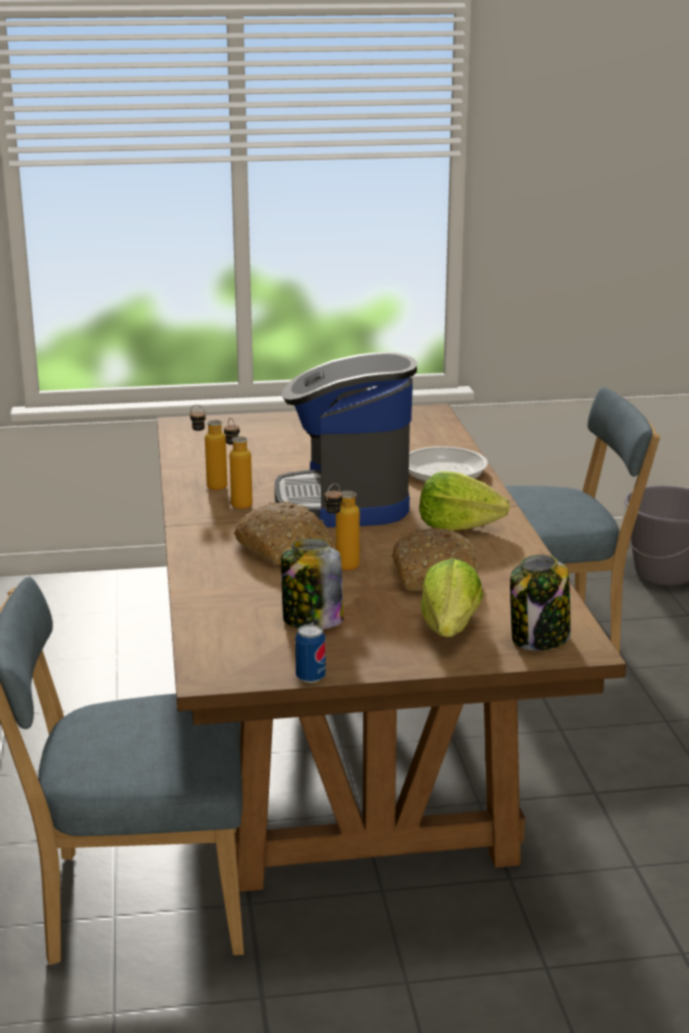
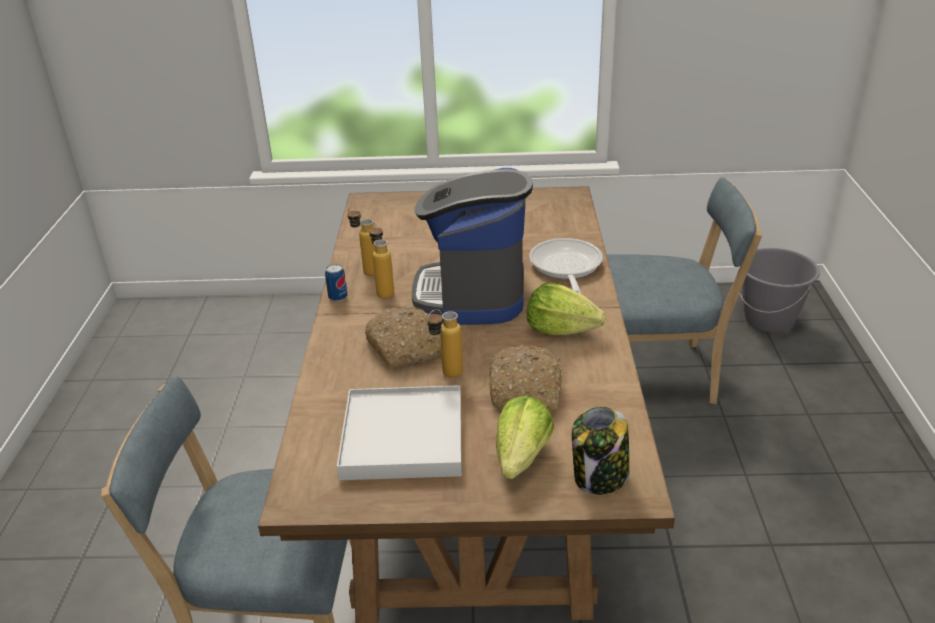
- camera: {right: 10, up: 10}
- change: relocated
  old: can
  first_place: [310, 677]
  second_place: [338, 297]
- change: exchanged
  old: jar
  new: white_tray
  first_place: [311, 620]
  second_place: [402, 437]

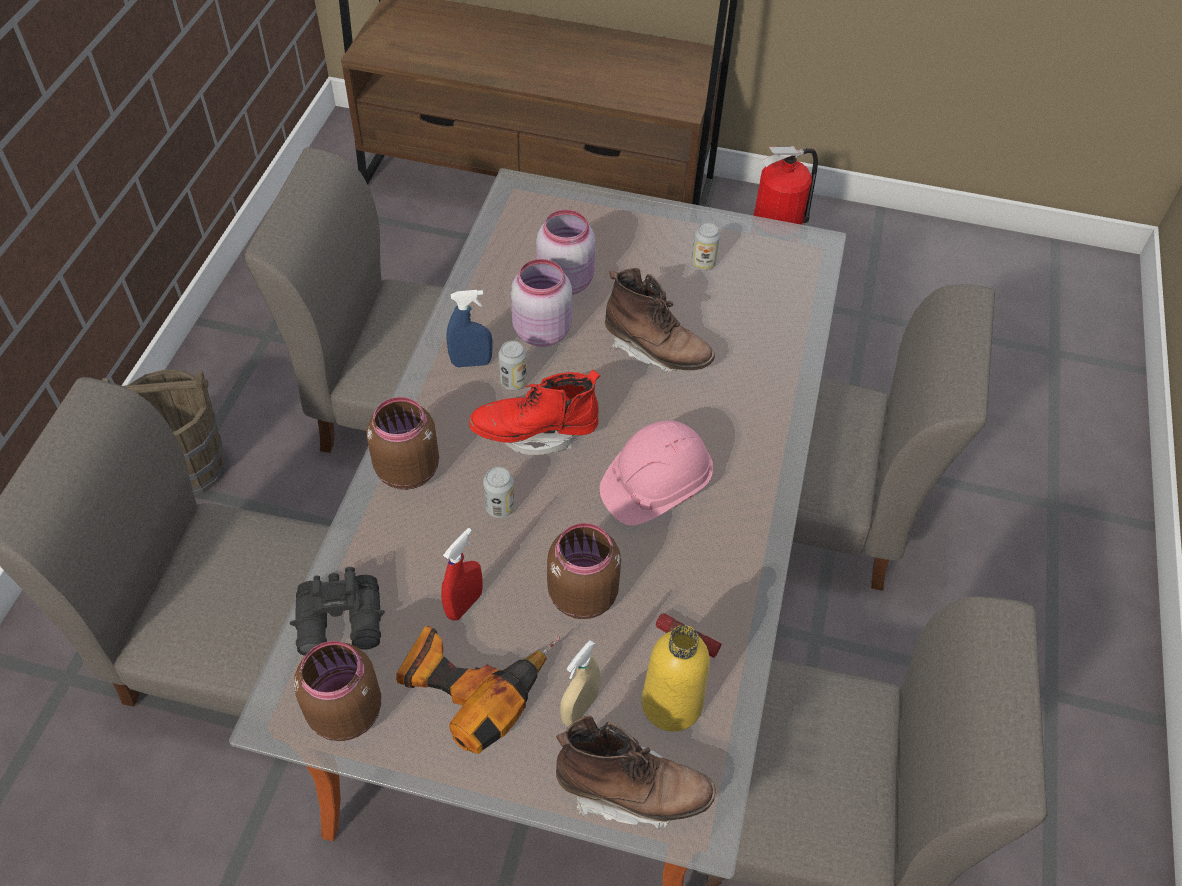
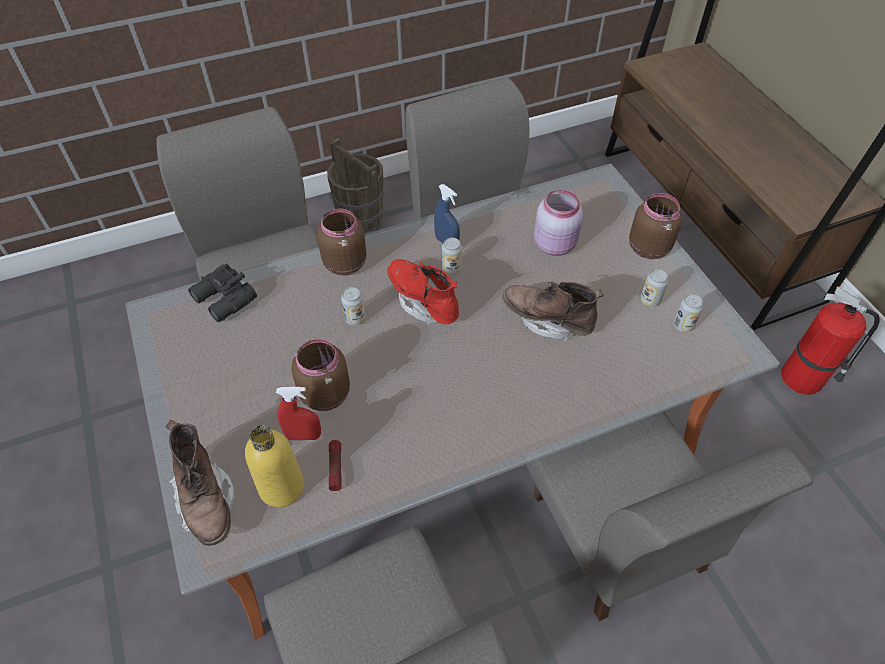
- camera: {right: 55, up: 0}
- change: missing
  old: power_drill
  first_place: [473, 681]
- change: missing
  old: pink_jar
  first_place: [540, 330]
- change: missing
  old: beige_spray_bottle
  first_place: [579, 709]
- change: missing
  old: pink_hard_hat
  first_place: [655, 486]
- change: appeared
  new: can
  second_place: [683, 325]
- change: relocated
  old: brown_jar
  first_place: [344, 710]
  second_place: [648, 247]
- change: relocated
  old: red_spray_bottle
  first_place: [464, 604]
  second_place: [303, 436]
- change: spun
  old: brown_boot
  first_place: [656, 351]
  second_place: [547, 320]
  degrees: 120

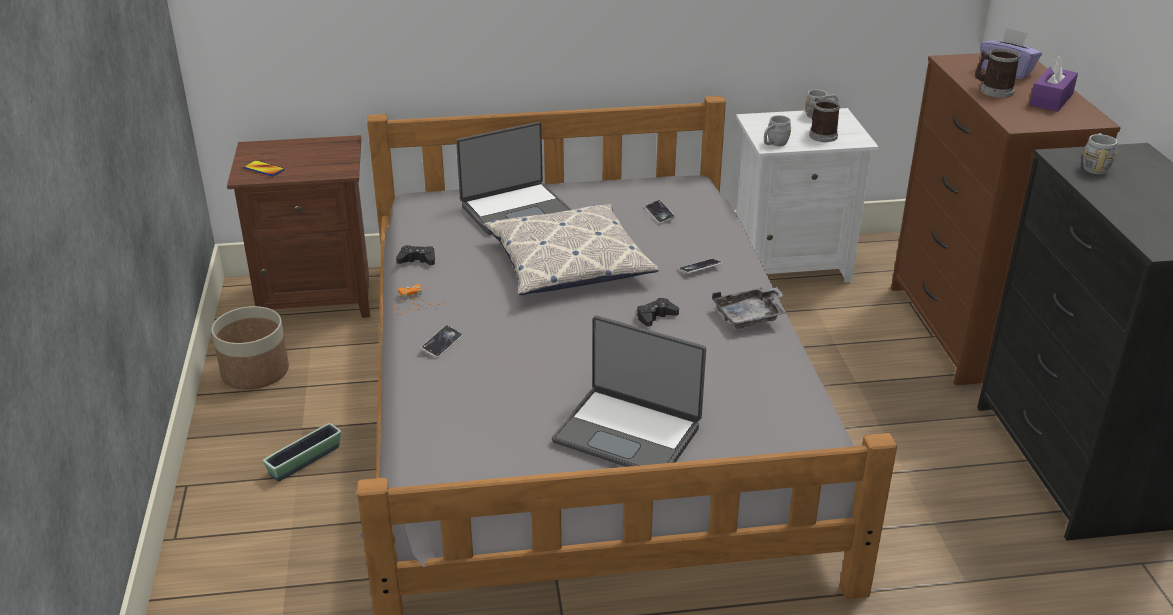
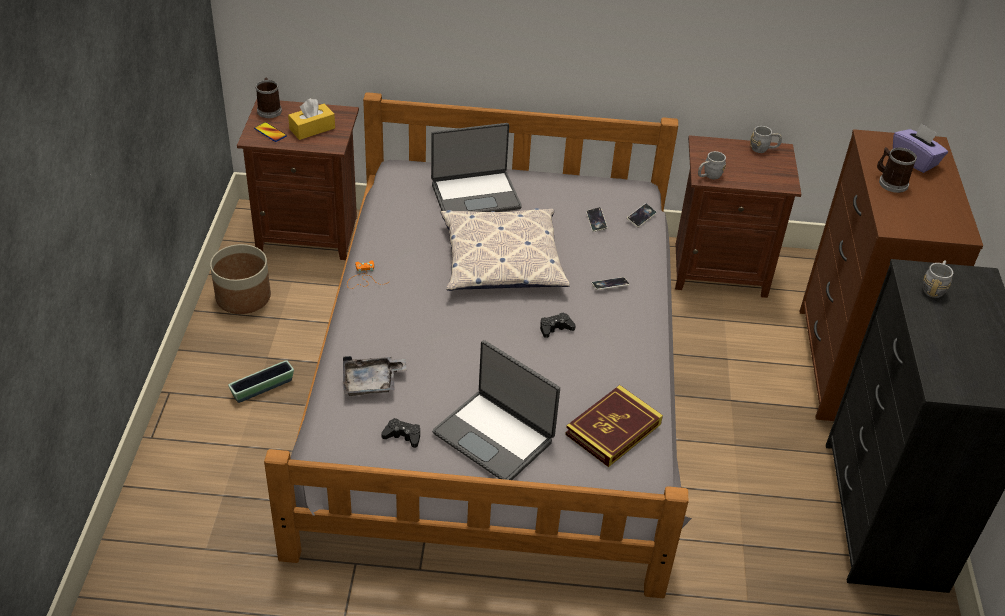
- camera: {right: 10, up: 10}
- change: missing
  old: purple_tissue_box
  first_place: [1051, 100]
- change: appeared
  new: yellow_tissue_box
  second_place: [312, 129]
- change: appeared
  new: book
  second_place: [613, 429]
- change: relocated
  old: black_game_controller
  first_place: [417, 260]
  second_place: [403, 436]
- change: relocated
  old: phone
  first_place: [442, 344]
  second_place: [641, 217]
- change: relocated
  old: grey_tray
  first_place: [750, 316]
  second_place: [371, 383]
- change: relocated
  old: mug
  first_place: [821, 134]
  second_place: [269, 109]
- change: colour
  old: white_nightstand
  new: brown_nightstand
  first_place: [790, 264]
  second_place: [719, 269]

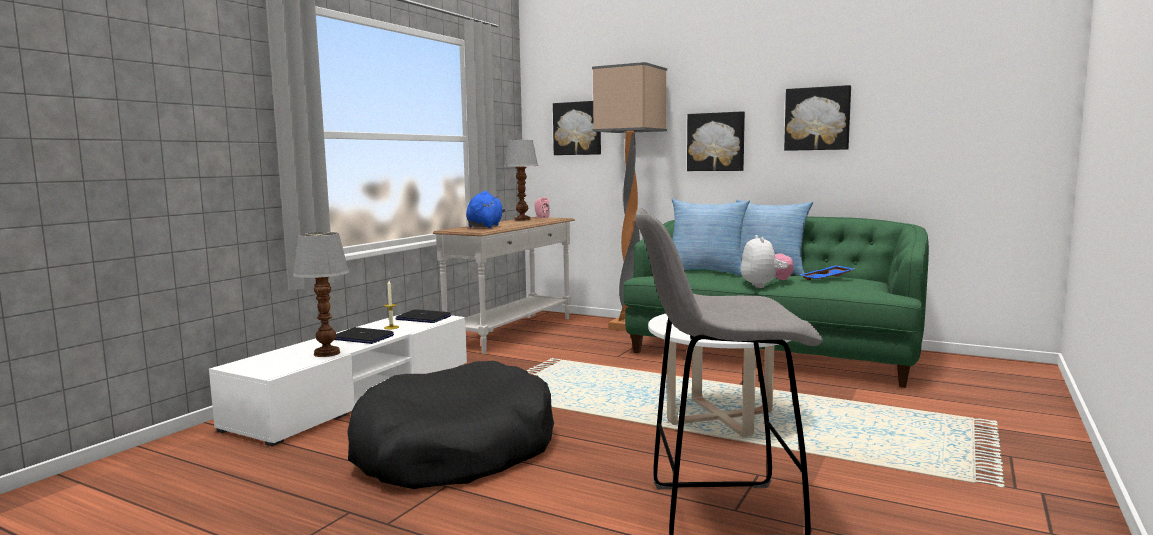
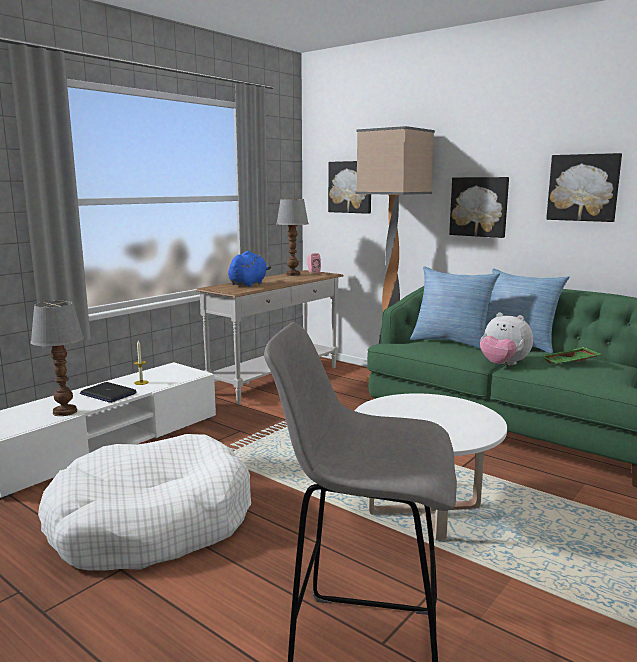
- camera: {right: 10, up: 5}
- change: missing
  old: laptop
  first_place: [423, 318]
- change: colour
  old: black_dog_bed
  new: white_dog_bed
  first_place: [454, 450]
  second_place: [151, 523]
- change: colour
  old: blue_tray
  new: green_tray
  first_place: [827, 279]
  second_place: [570, 362]
- change: spun
  old: plush_toy
  first_place: [765, 286]
  second_place: [503, 365]
  degrees: 120

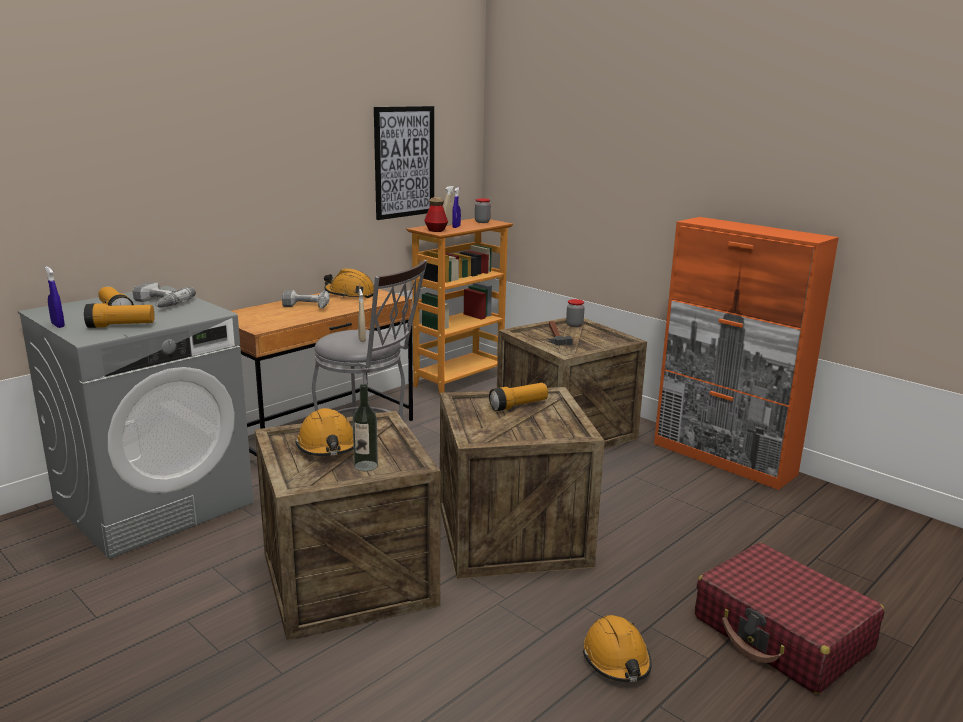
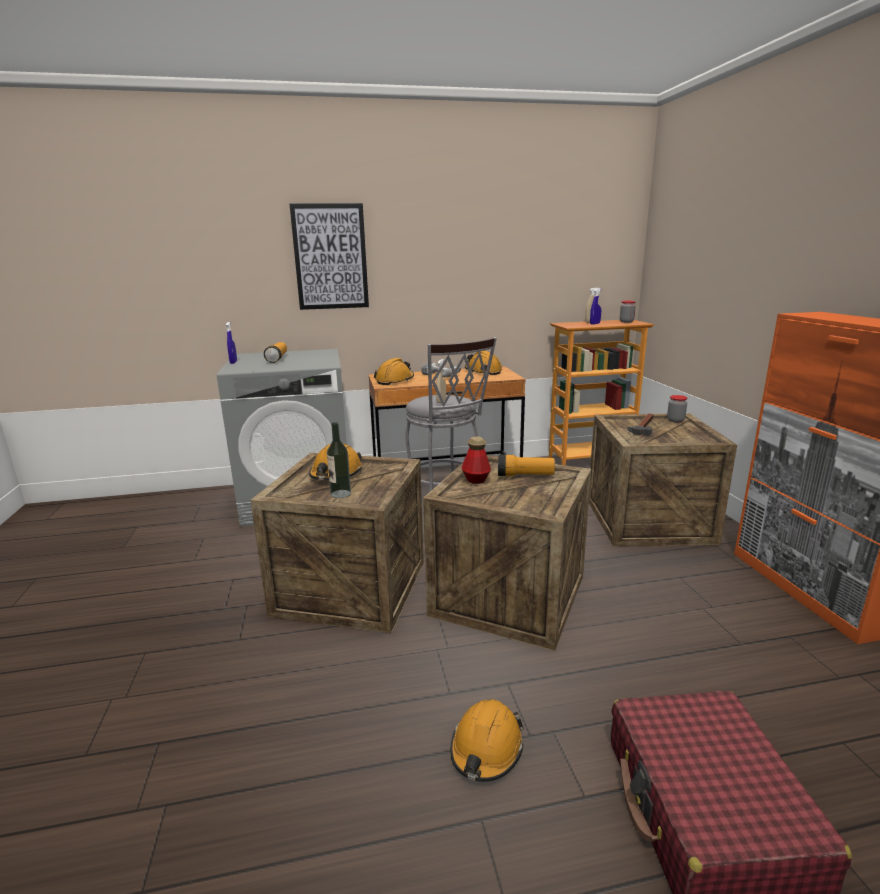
- camera: {right: 35, up: 0}
- change: missing
  old: flashlight
  first_place: [121, 326]
- change: missing
  old: power_drill
  first_place: [158, 303]
- change: appeared
  new: orange_hard_hat
  second_place: [395, 380]
- change: relocated
  old: picture
  first_place: [404, 162]
  second_place: [330, 257]
- change: relocated
  old: bottle
  first_place: [436, 230]
  second_place: [476, 479]

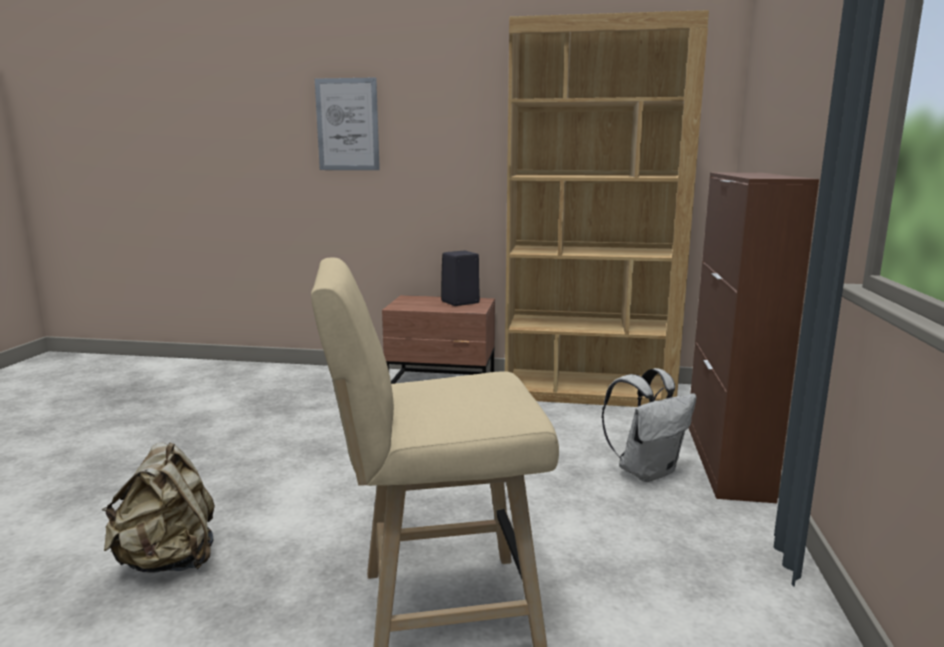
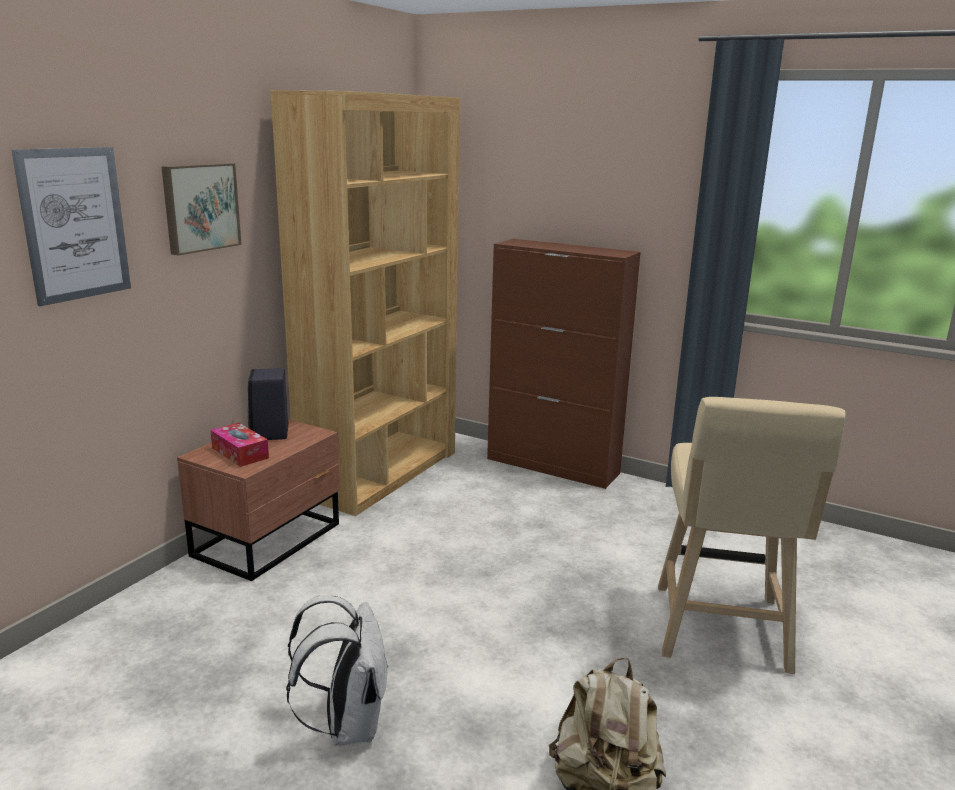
- camera: {right: -70, up: 5}
- change: appeared
  new: picture
  second_place: [200, 207]
- change: appeared
  new: tissue_box
  second_place: [240, 453]
- change: relocated
  old: white_backpack
  first_place: [646, 471]
  second_place: [347, 724]

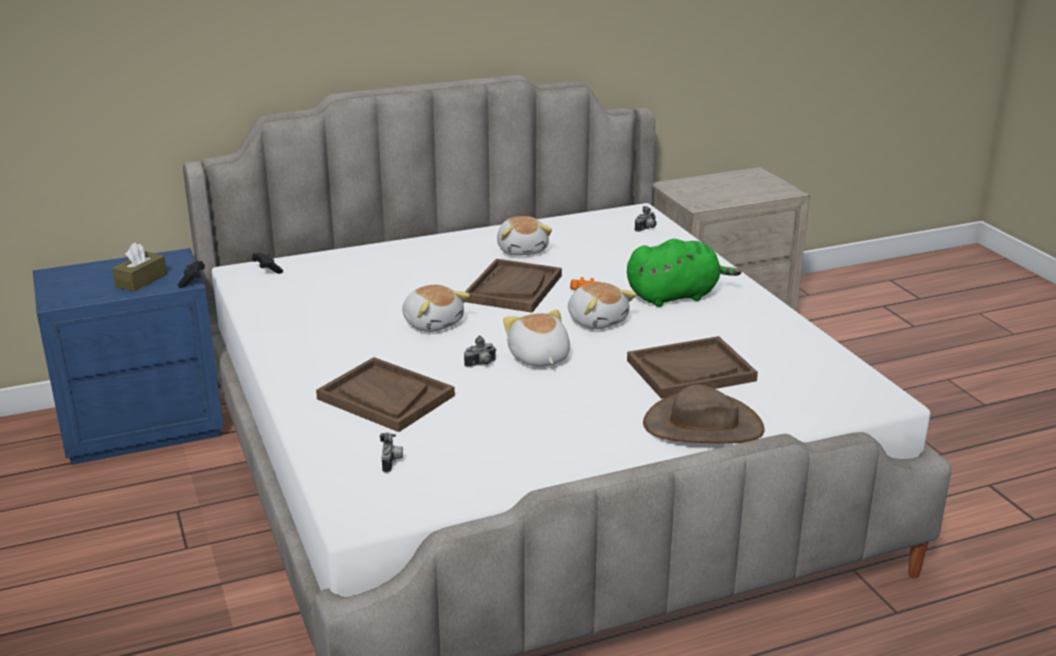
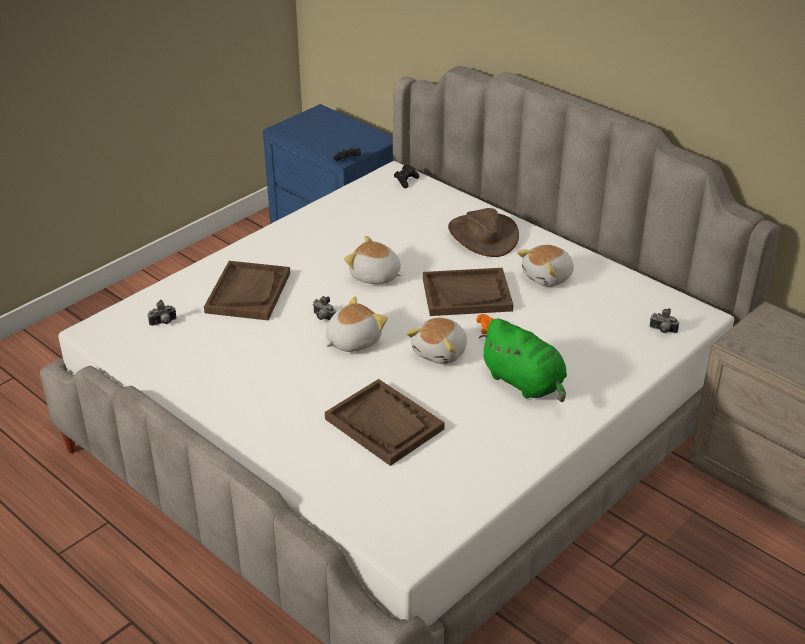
- camera: {right: 65, up: 10}
- change: missing
  old: brown_tissue_box
  first_place: [141, 280]
- change: relocated
  old: brown_hat
  first_place: [703, 426]
  second_place: [483, 235]
- change: spun
  old: plush_toy
  first_place: [433, 323]
  second_place: [375, 276]
  degrees: 90

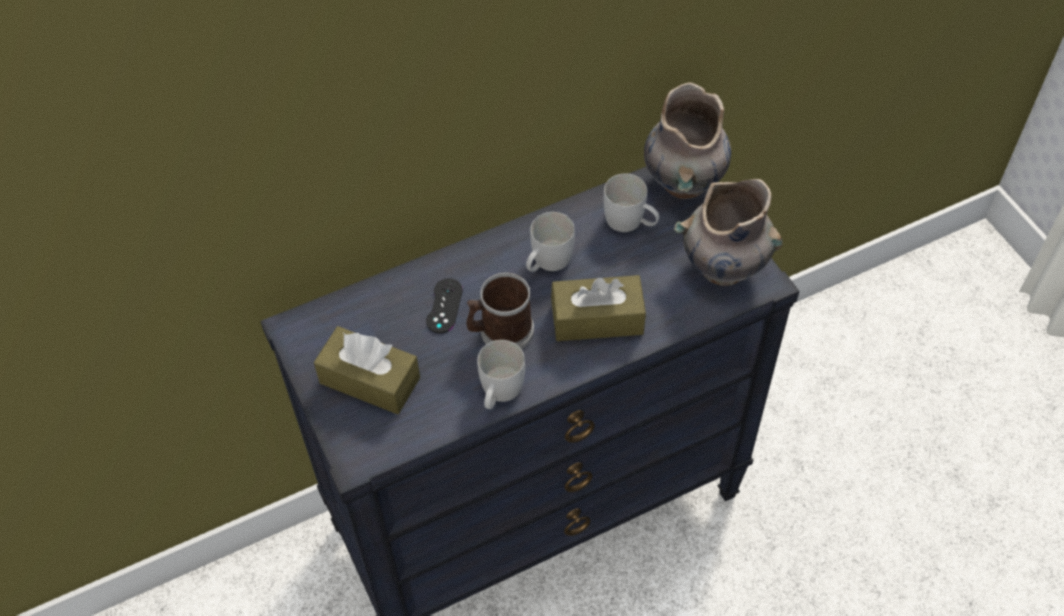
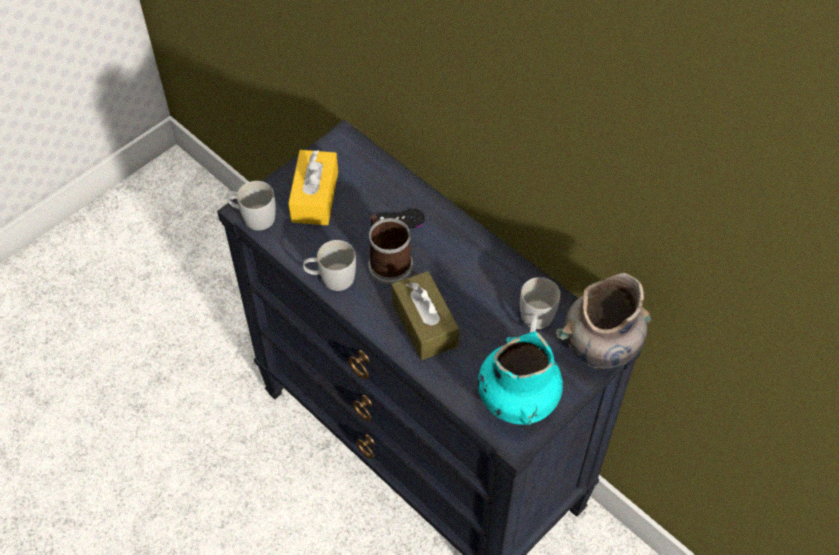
- camera: {right: 70, up: 0}
- change: relocated
  old: white_mug
  first_place: [547, 262]
  second_place: [253, 217]
- change: colour
  old: brown_tissue_box
  new: yellow_tissue_box
  first_place: [370, 380]
  second_place: [315, 197]
- change: colour
  old: grey_vase
  new: turquoise_vase
  first_place: [722, 267]
  second_place: [516, 402]

